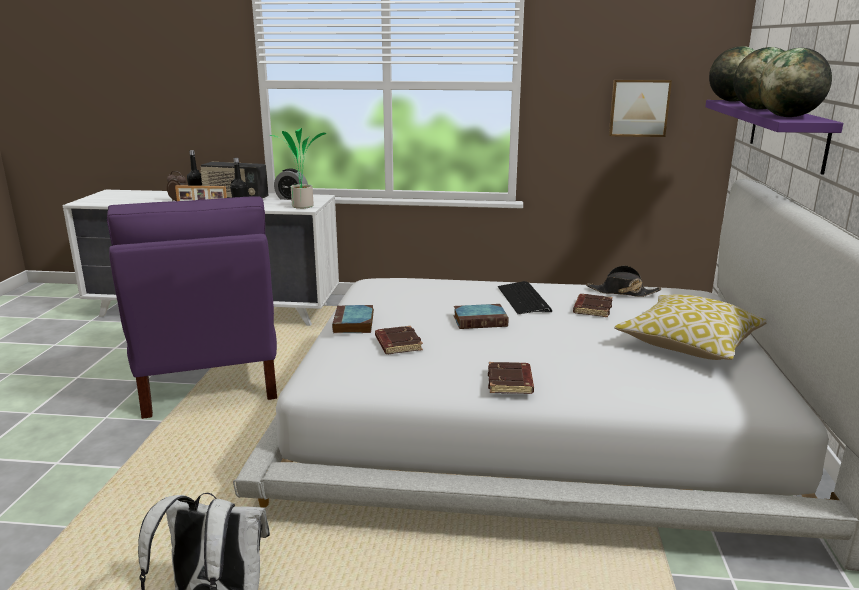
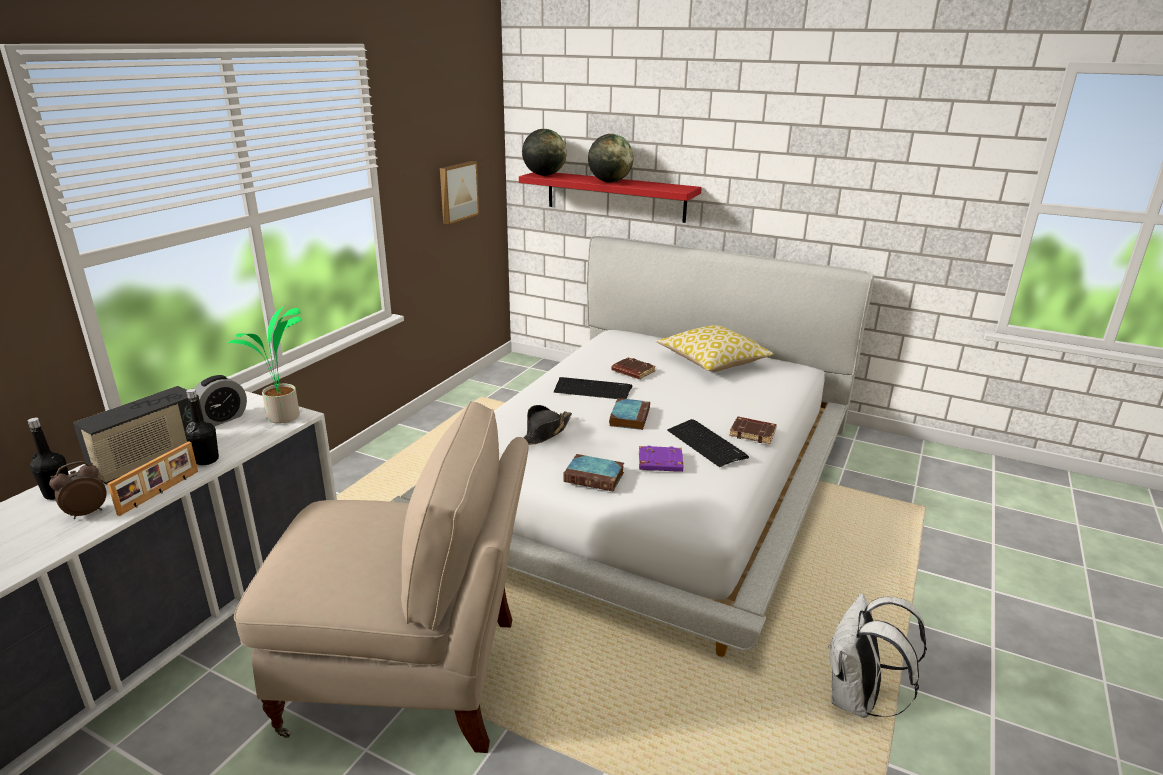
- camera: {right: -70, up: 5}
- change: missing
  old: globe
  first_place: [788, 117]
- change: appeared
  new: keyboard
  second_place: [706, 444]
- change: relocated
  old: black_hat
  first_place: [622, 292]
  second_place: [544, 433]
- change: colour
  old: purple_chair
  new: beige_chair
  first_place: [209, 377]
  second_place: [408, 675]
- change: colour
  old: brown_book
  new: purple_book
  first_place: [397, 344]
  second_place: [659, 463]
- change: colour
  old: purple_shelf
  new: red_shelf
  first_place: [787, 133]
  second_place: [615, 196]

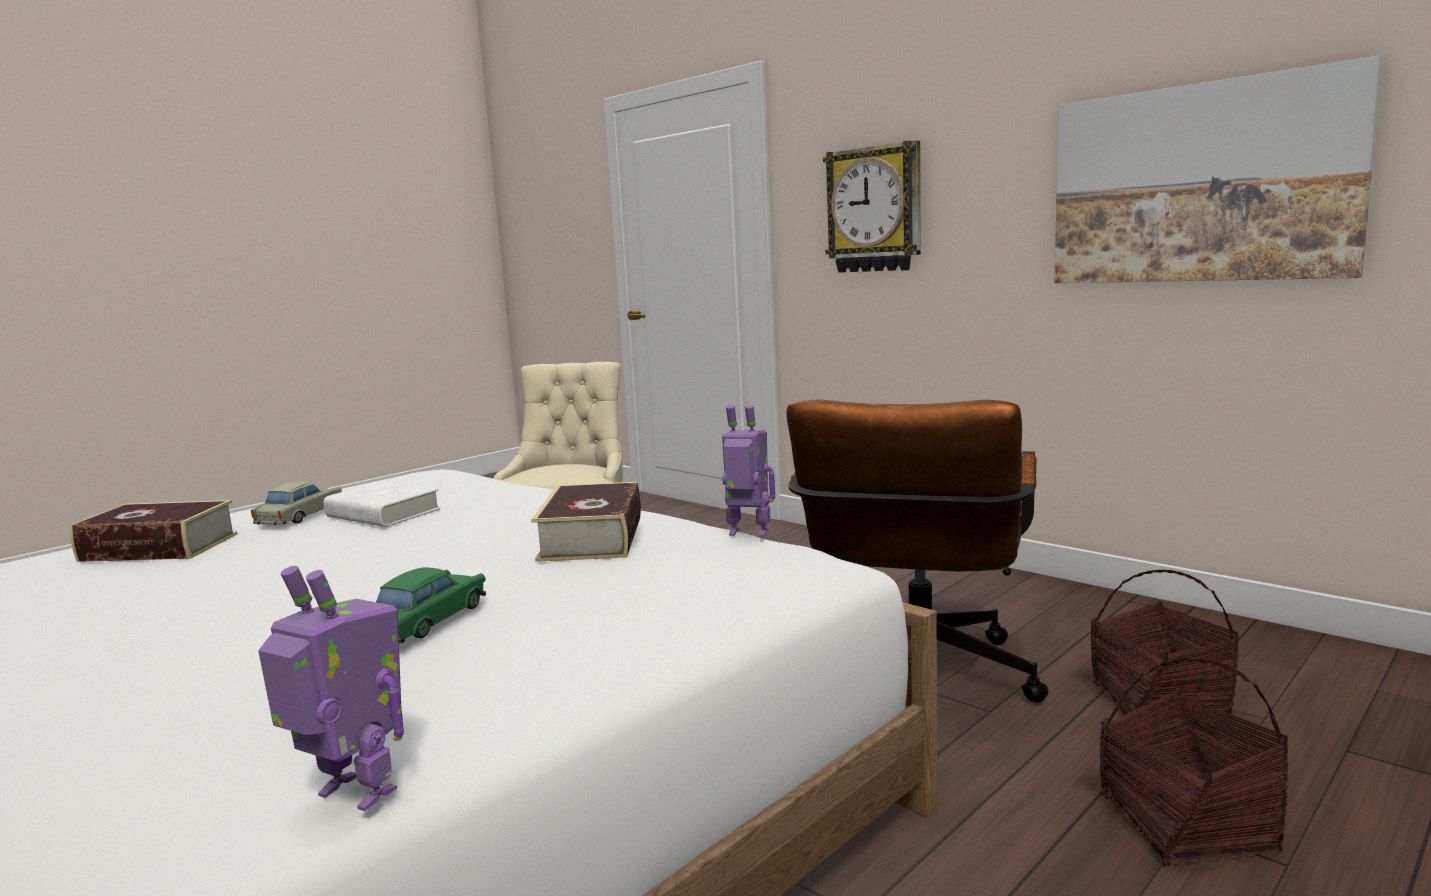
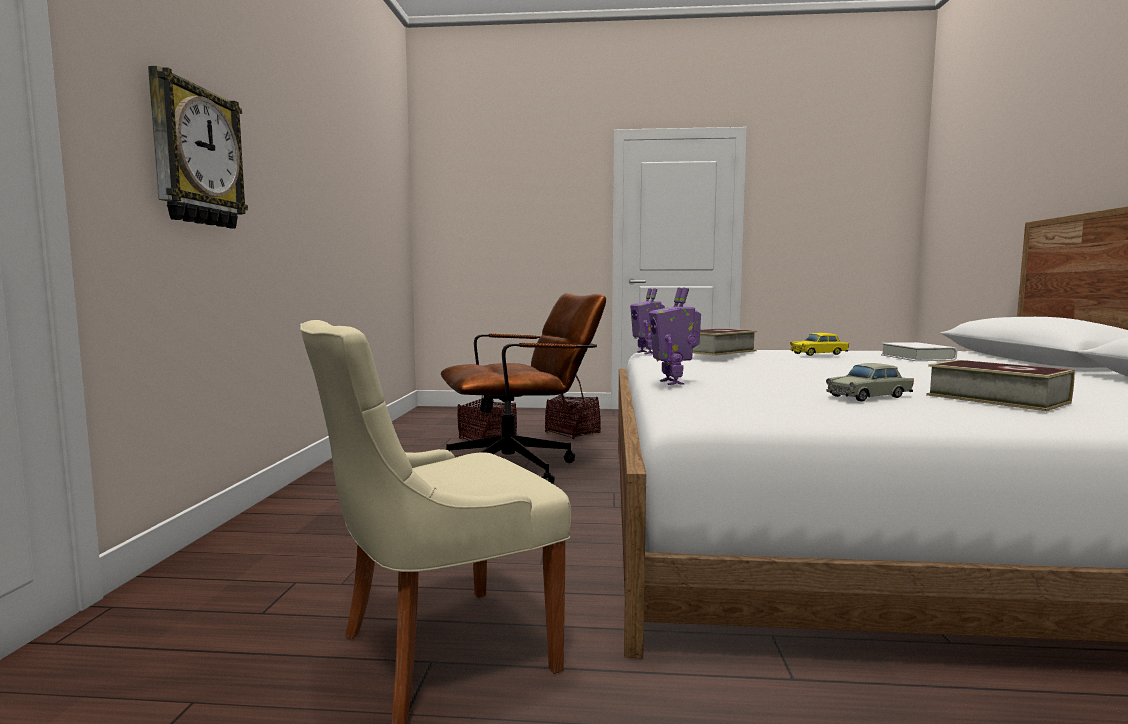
- camera: {right: -130, up: -5}
- change: missing
  old: picture
  first_place: [1200, 184]
- change: relocated
  old: toy_robot
  first_place: [354, 795]
  second_place: [673, 382]
- change: relocated
  old: white_book
  first_place: [383, 513]
  second_place: [917, 357]
- change: colour
  old: green_toy_car
  new: yellow_toy_car
  first_place: [425, 622]
  second_place: [819, 354]

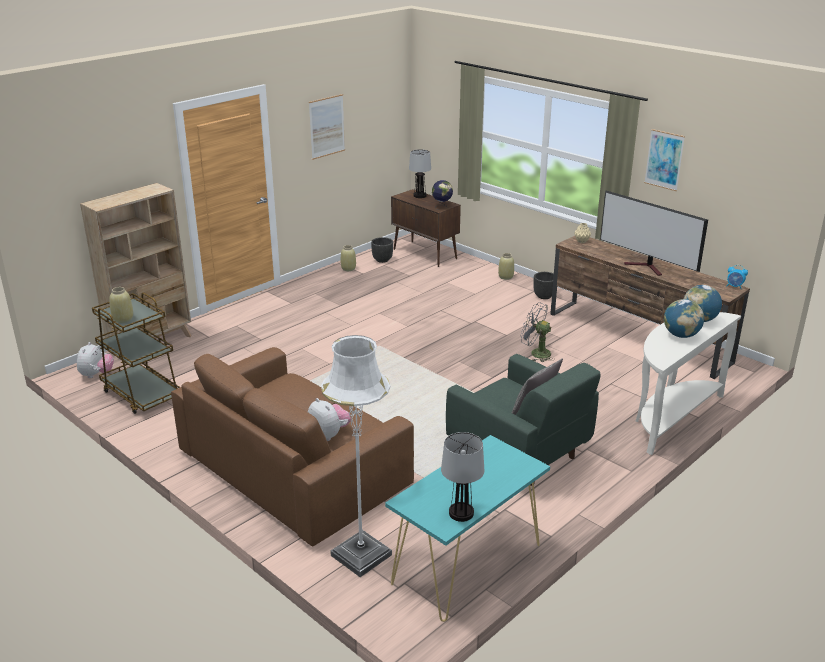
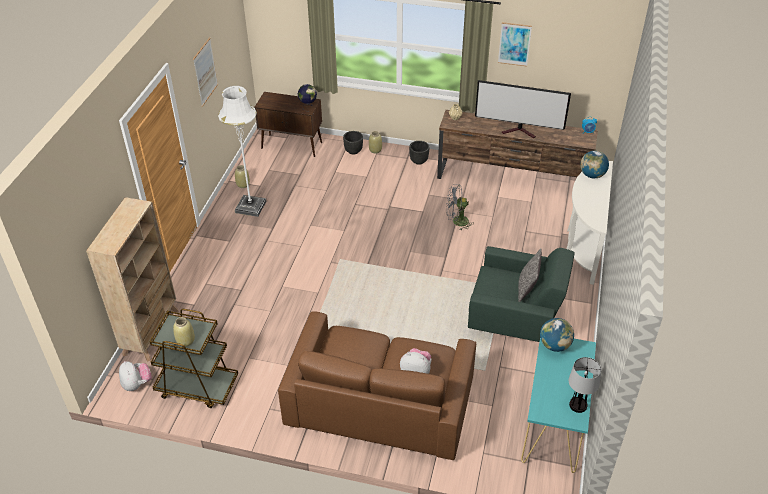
- camera: {right: -30, up: 15}
- change: missing
  old: table_lamp
  first_place: [420, 195]
- change: relocated
  old: white_floor_lamp
  first_place: [361, 555]
  second_place: [250, 207]
- change: relocated
  old: black_planter
  first_place: [382, 260]
  second_place: [353, 151]
- change: relocated
  old: globe
  first_place: [681, 335]
  second_place: [554, 345]

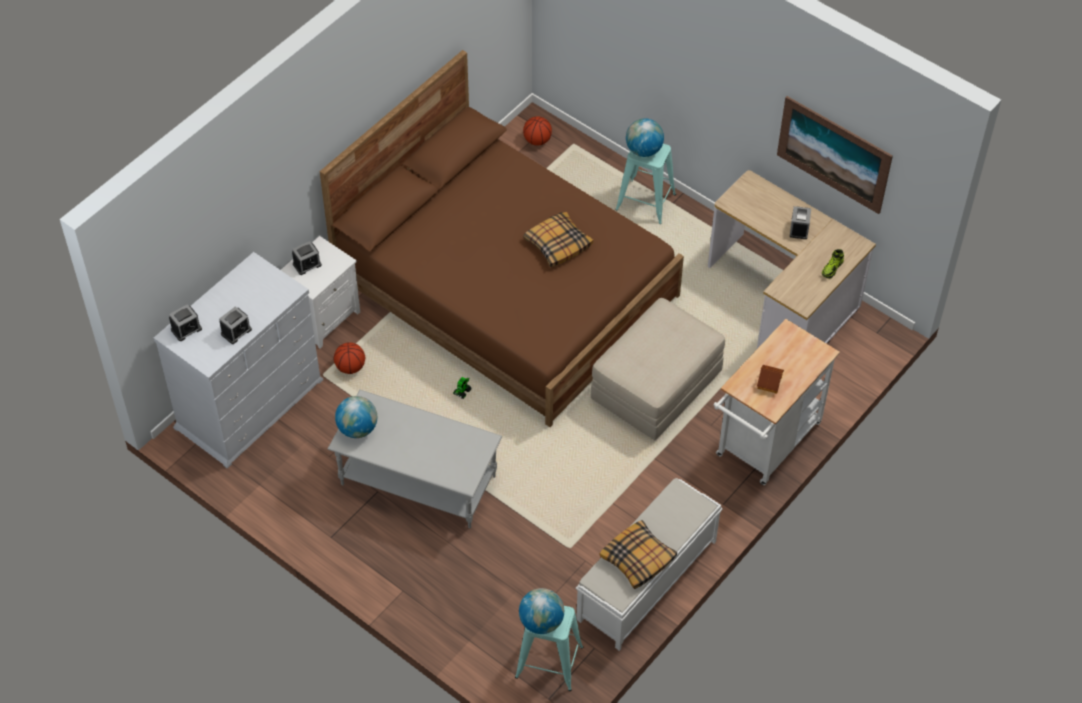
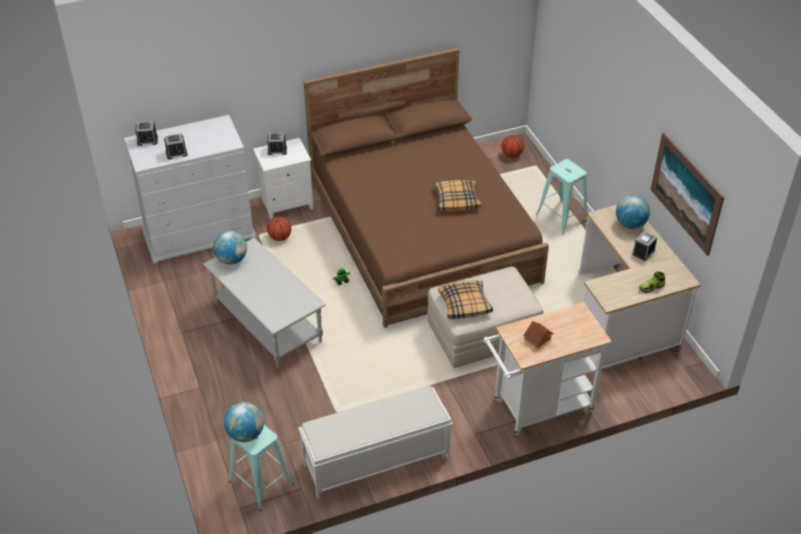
- camera: {right: 30, up: -10}
- change: relocated
  old: pillow
  first_place: [638, 559]
  second_place: [465, 305]
- change: relocated
  old: globe
  first_place: [643, 150]
  second_place: [630, 224]

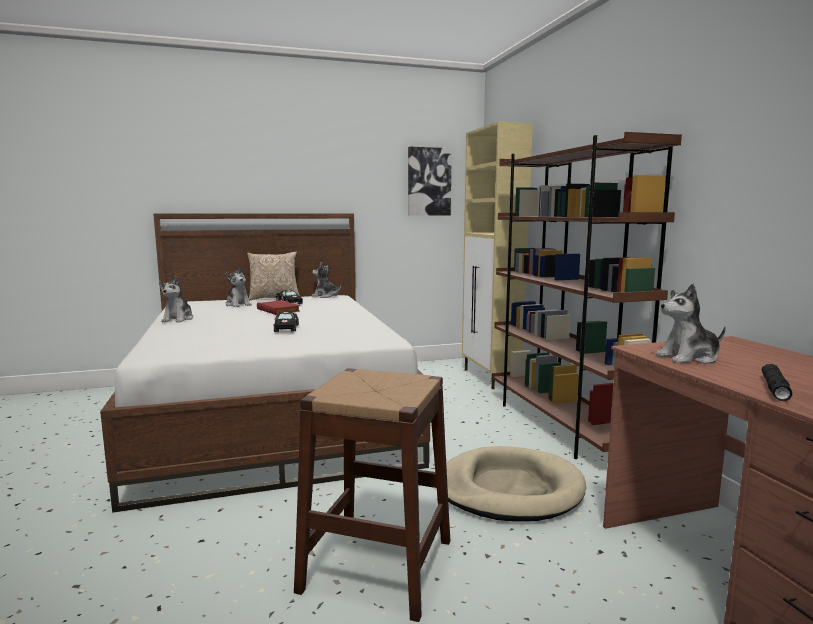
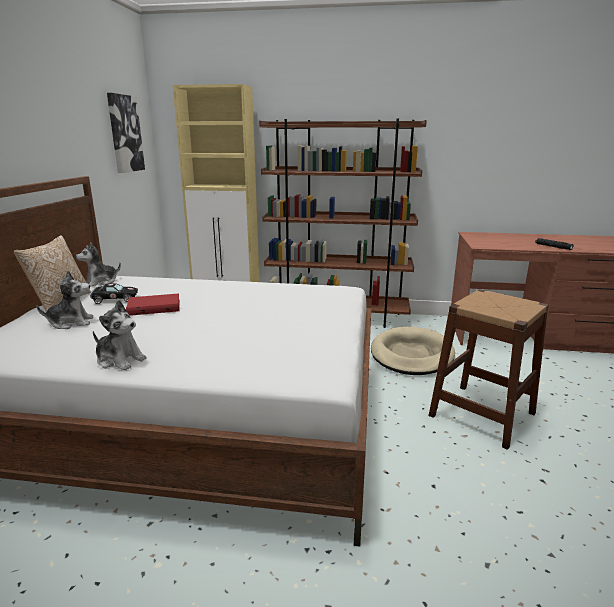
- camera: {right: -65, up: 10}
- change: missing
  old: black_toy_car
  first_place: [286, 328]
- change: missing
  old: plush_toy
  first_place: [689, 358]

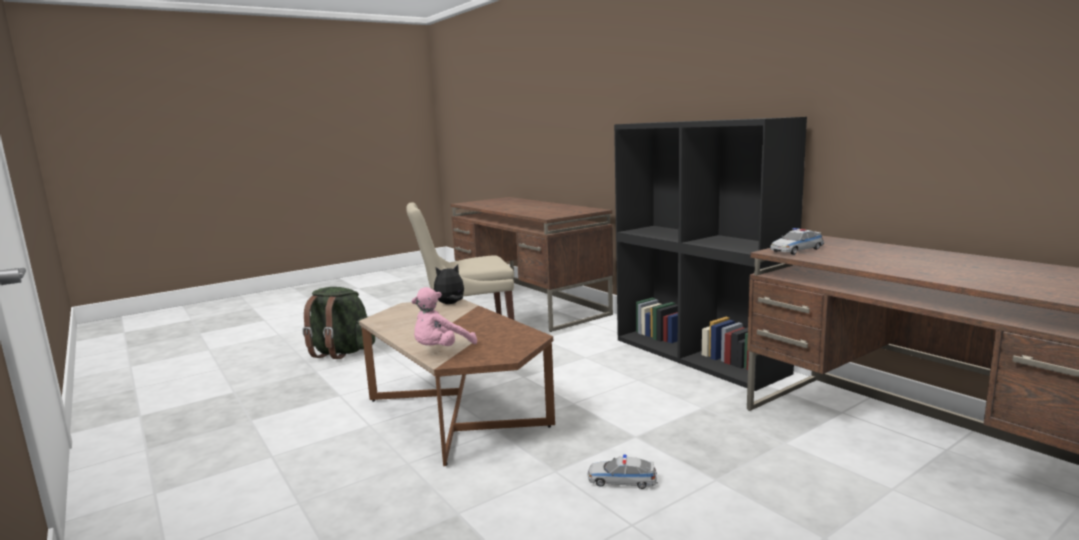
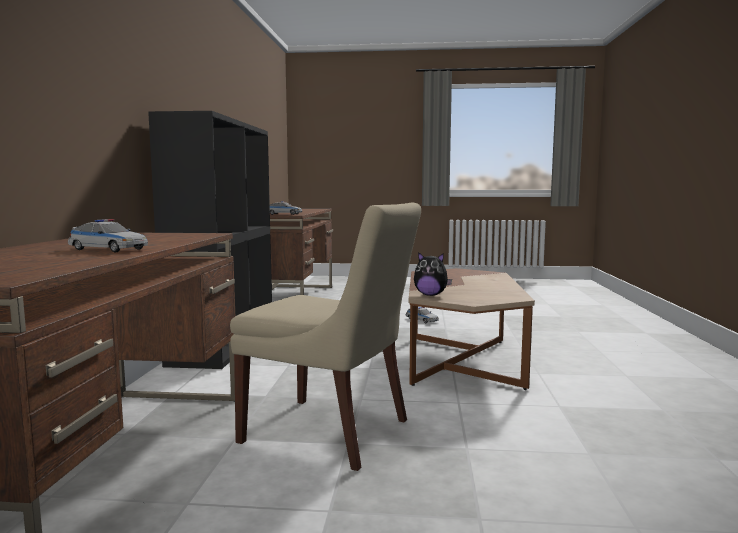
- camera: {right: -140, up: -5}
- change: missing
  old: green_backpack
  first_place: [340, 352]
- change: missing
  old: pink_plush_toy
  first_place: [441, 350]
- change: appeared
  new: toy_car
  second_place: [108, 249]

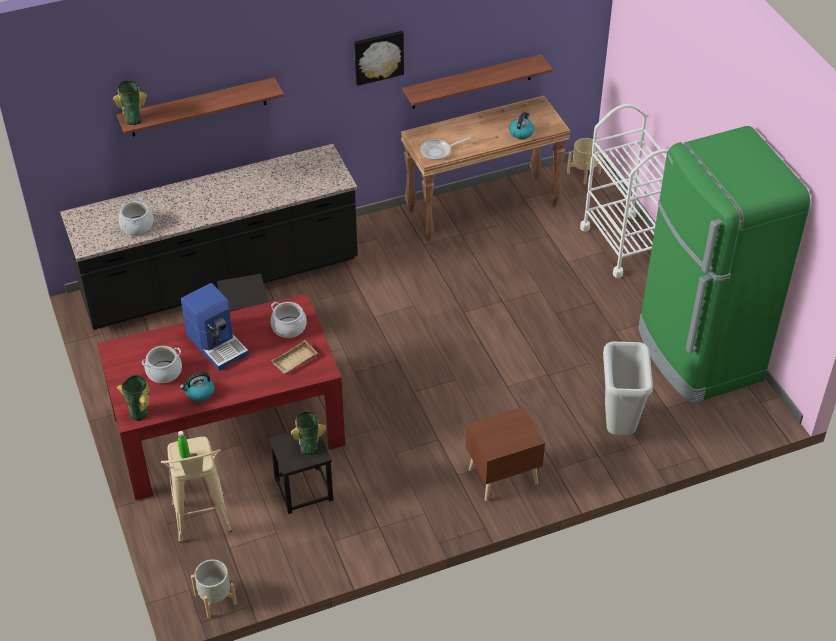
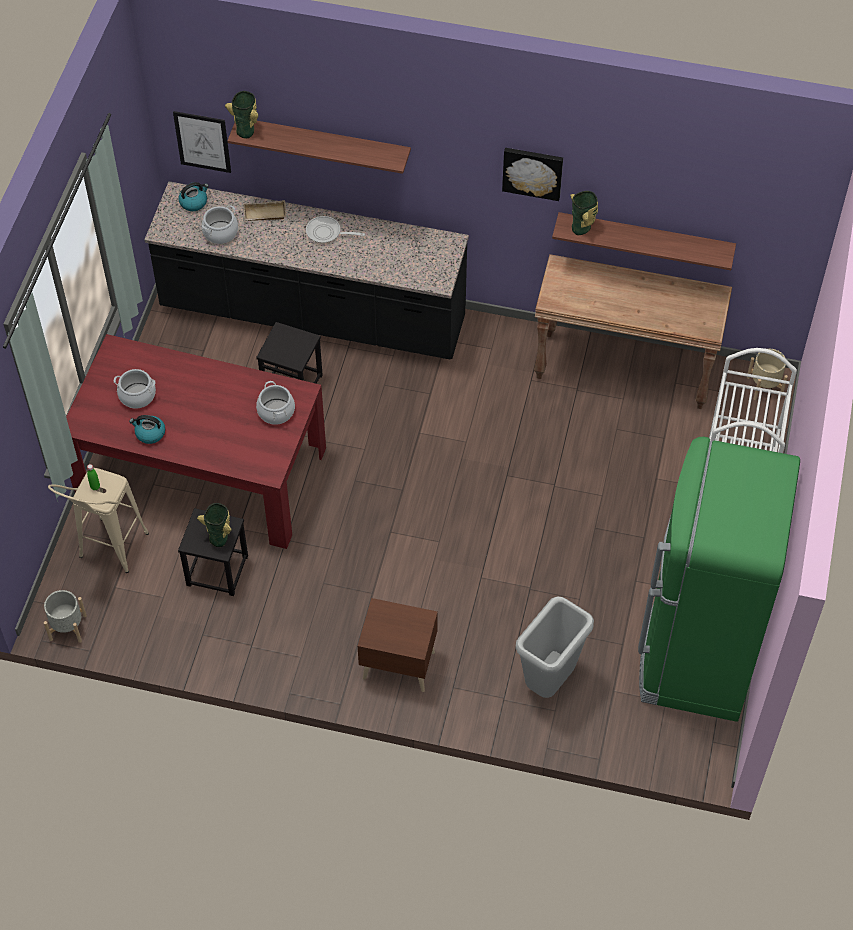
- camera: {right: 35, up: 10}
- change: missing
  old: coffee_machine
  first_place: [217, 344]
- change: appeared
  new: picture
  second_place: [202, 141]
- change: relocated
  old: vase
  first_place: [140, 412]
  second_place: [582, 227]
- change: relocated
  old: beige_tray
  first_place: [295, 361]
  second_place: [264, 215]
- change: relocated
  old: frying_pan
  first_place: [438, 151]
  second_place: [326, 233]
- change: relocated
  old: kettle
  first_place: [521, 132]
  second_place: [194, 202]

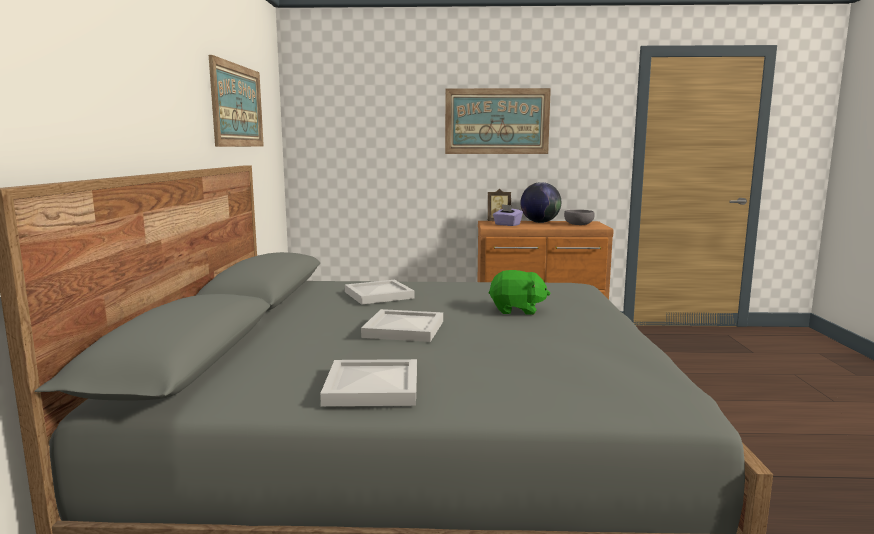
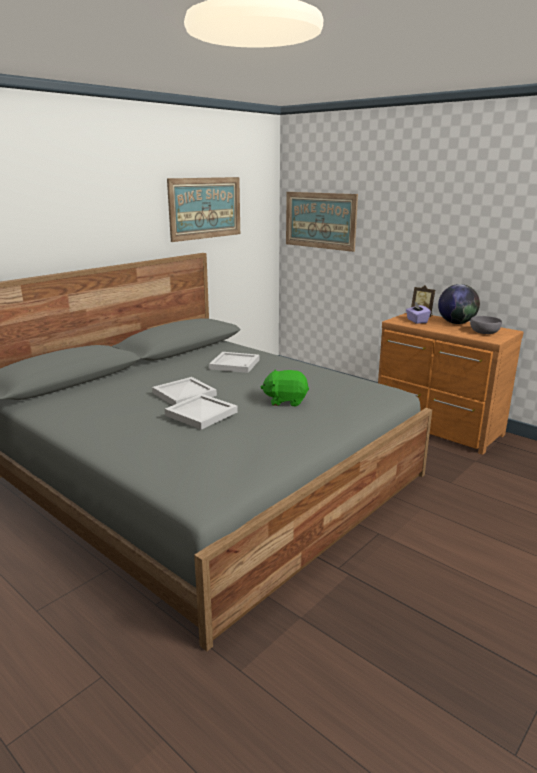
- camera: {right: 40, up: 10}
- change: relocated
  old: white_tray
  first_place: [373, 387]
  second_place: [201, 414]
- change: relocated
  old: picture
  first_place: [497, 121]
  second_place: [320, 220]
- change: spun
  old: green_plush_toy
  first_place: [517, 310]
  second_place: [285, 401]
  degrees: 135

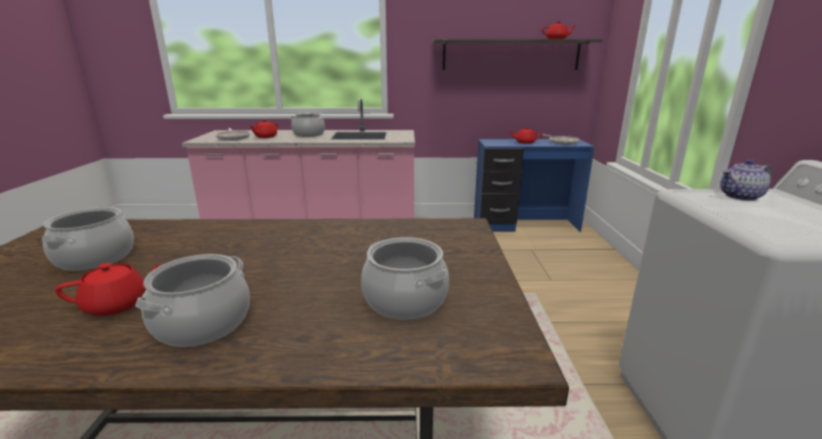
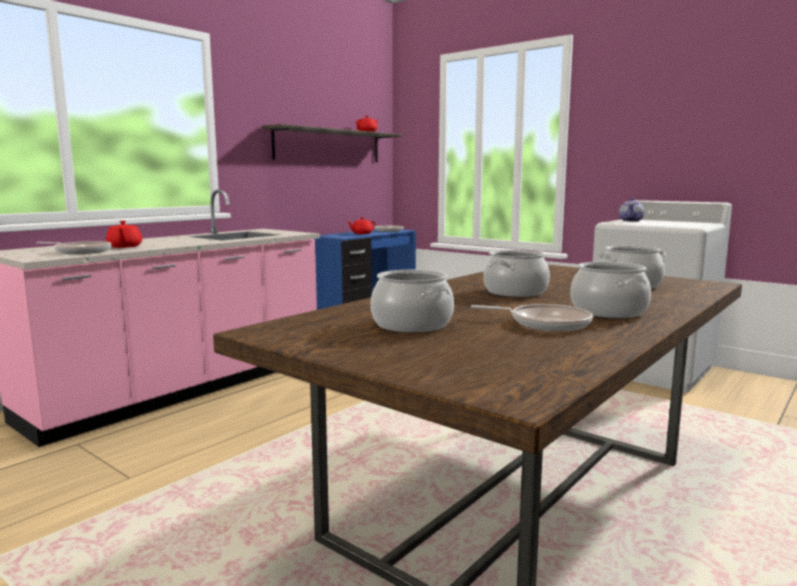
- camera: {right: -50, up: -10}
- change: relocated
  old: cooking_pot
  first_place: [308, 134]
  second_place: [515, 292]
- change: exchanged
  old: red_teapot
  new: frying_pan
  first_place: [118, 305]
  second_place: [545, 323]

